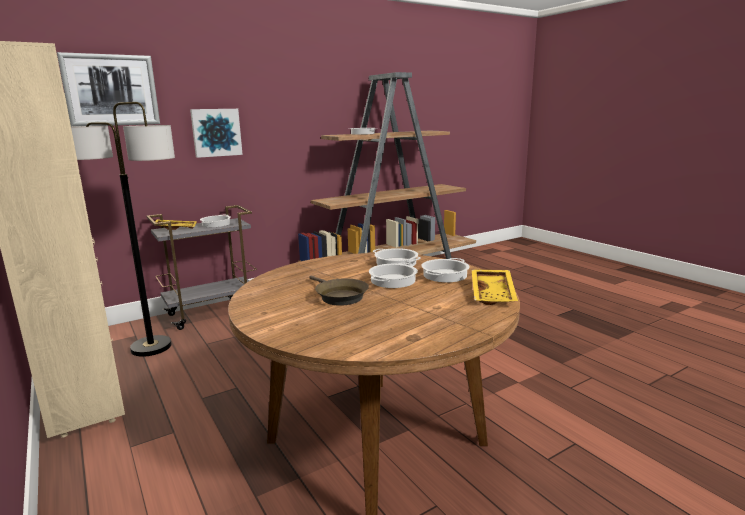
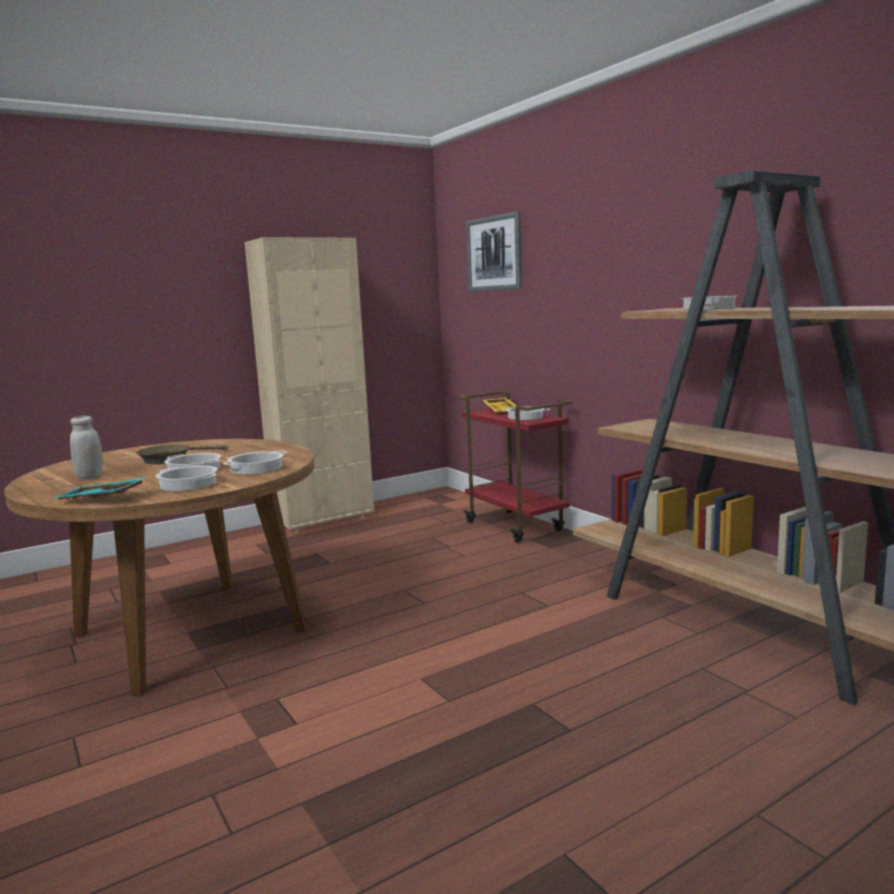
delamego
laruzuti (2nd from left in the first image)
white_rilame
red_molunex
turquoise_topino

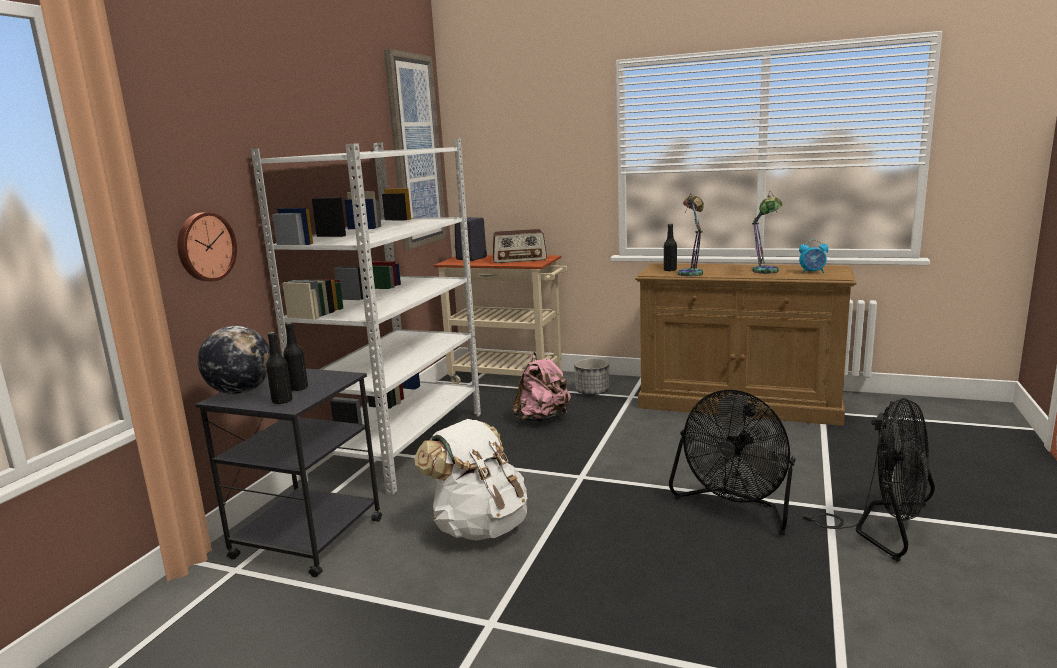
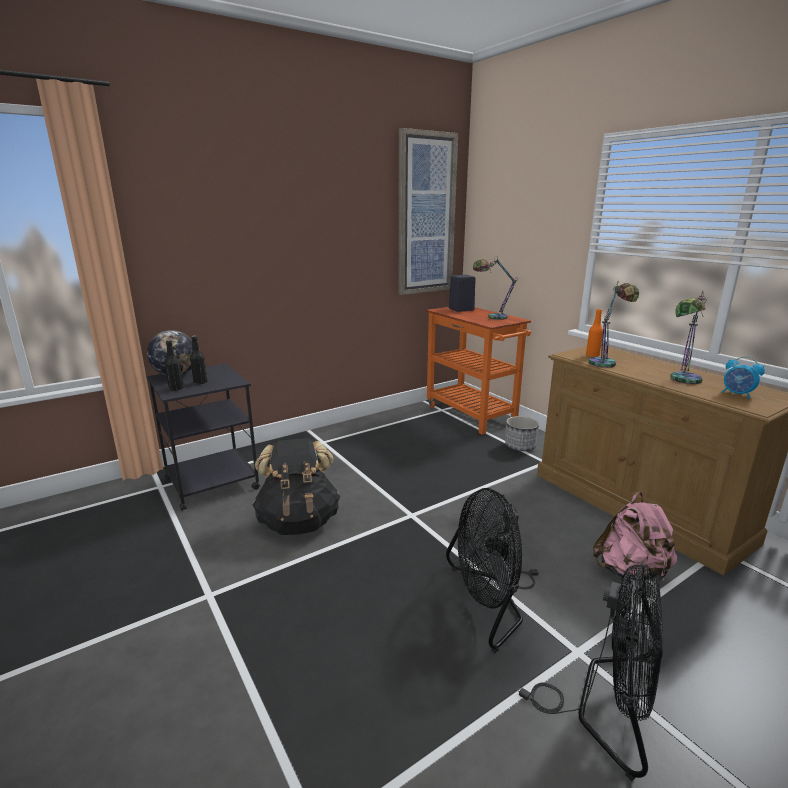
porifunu
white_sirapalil
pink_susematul
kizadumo (1st from left)
black_susematul
orange_molunex
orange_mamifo
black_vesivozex (2nd from left)

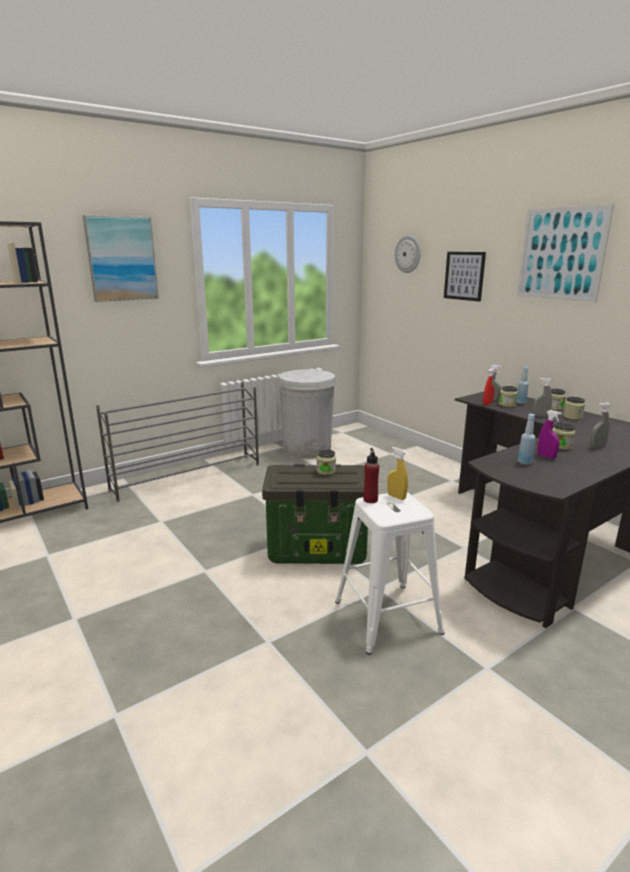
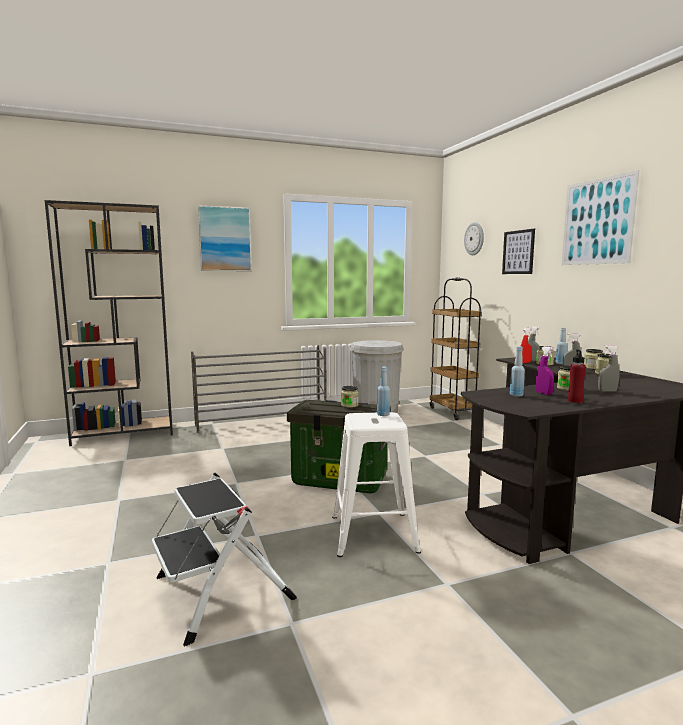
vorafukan
brown_molunex
red_mamifo
blue_mamifo (1st from left)

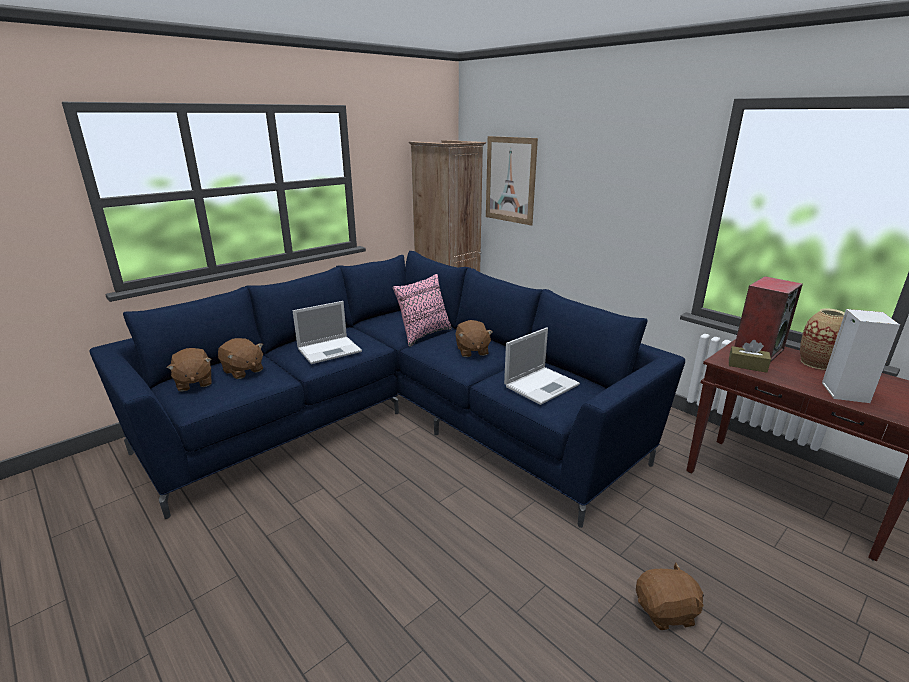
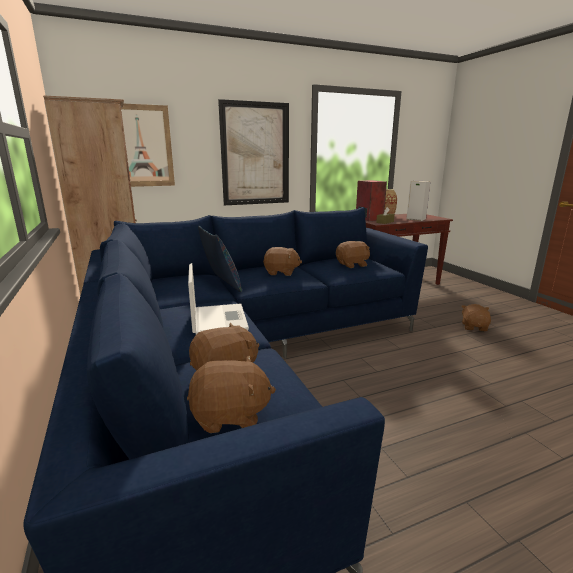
laruzuti (2nd from left)
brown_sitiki (4th from left)
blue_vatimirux

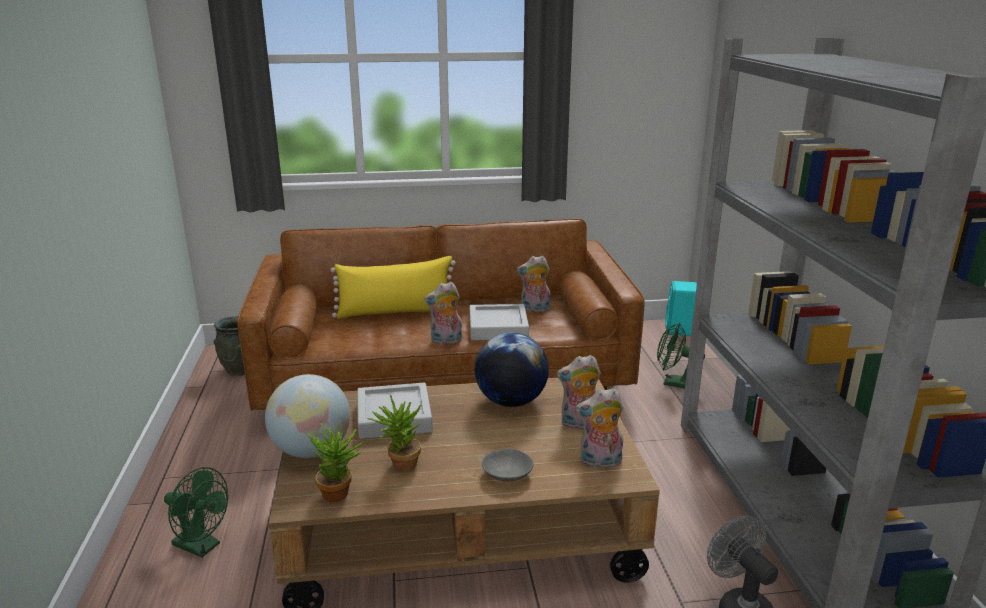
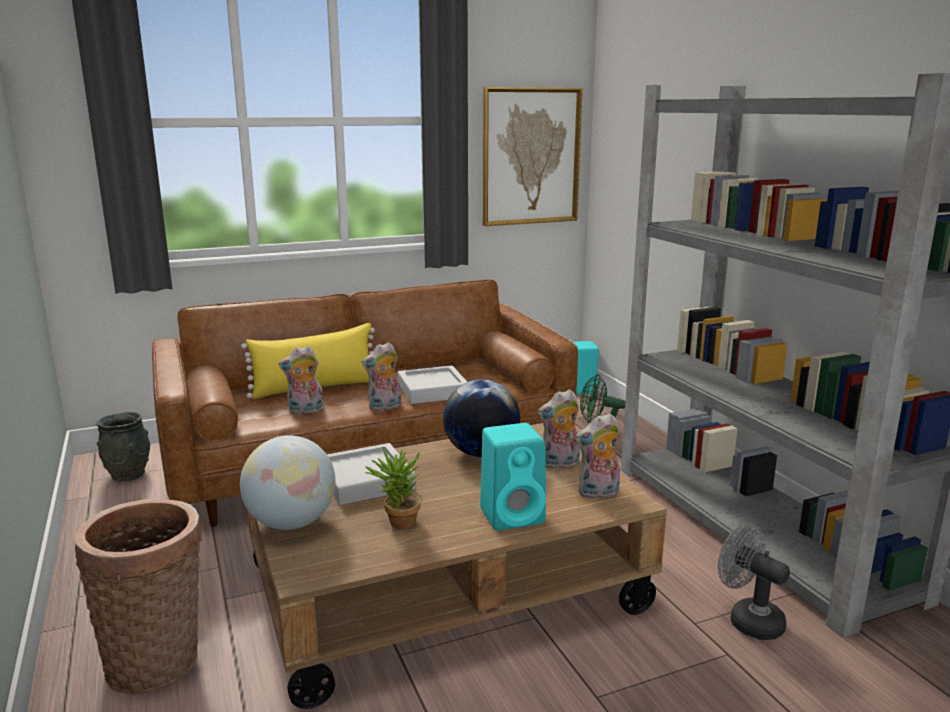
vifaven (1st from left in the first image)
laruzuti
sitiki (1st from left)
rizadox
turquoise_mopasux (1st from left)

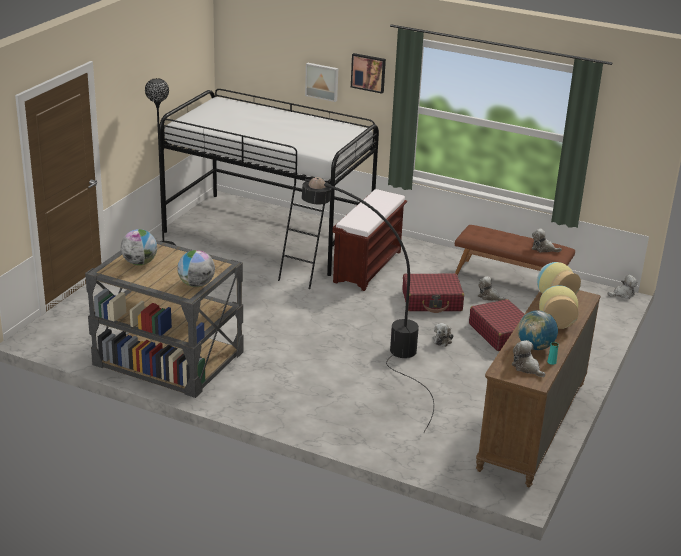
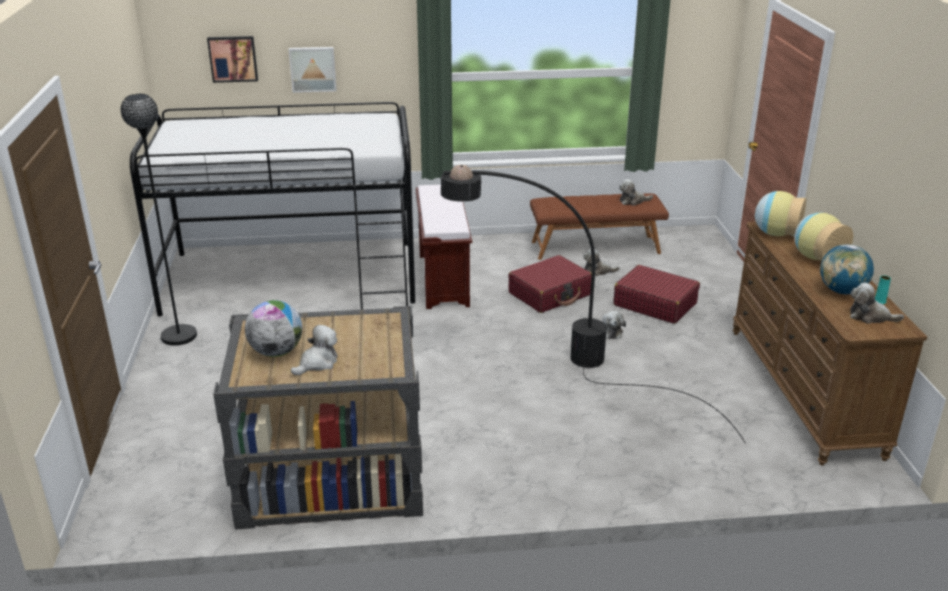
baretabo (2nd from left in the first image)
laruzuti (1st from left)
sitiki (1st from left)

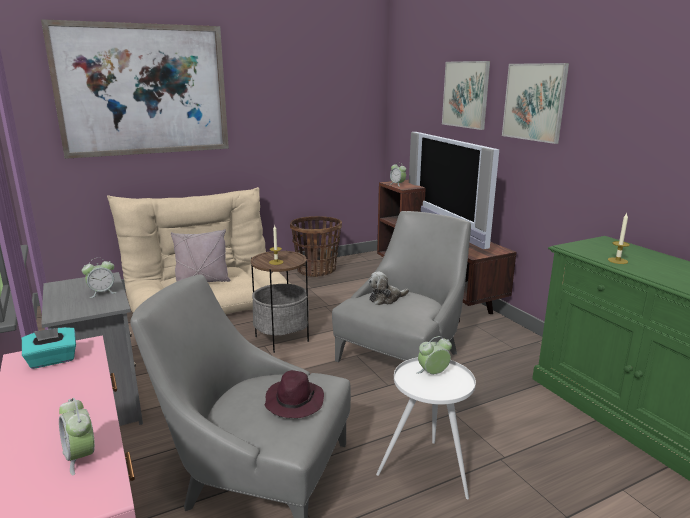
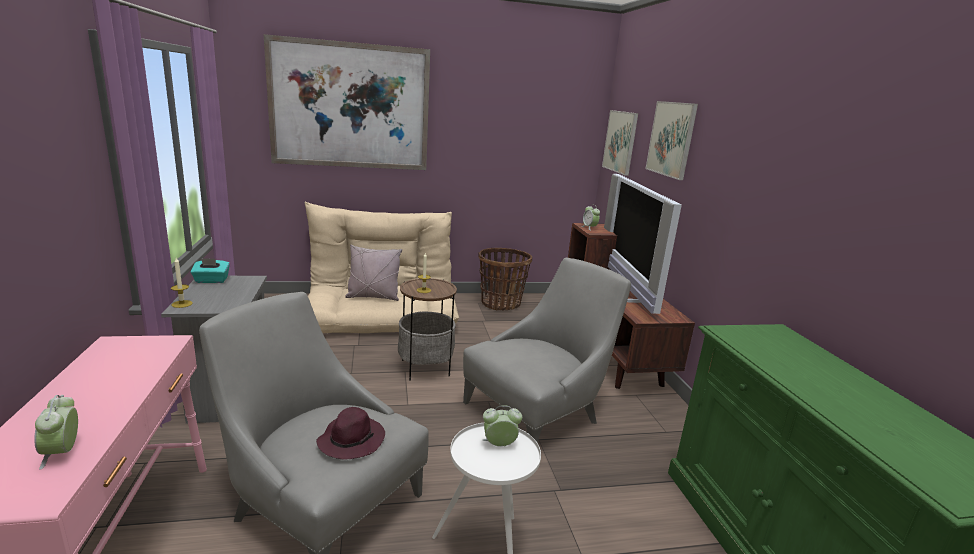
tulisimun (2nd from left in the first image)
sitiki
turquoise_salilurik
laruzuti (2nd from left)
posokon (1st from left)

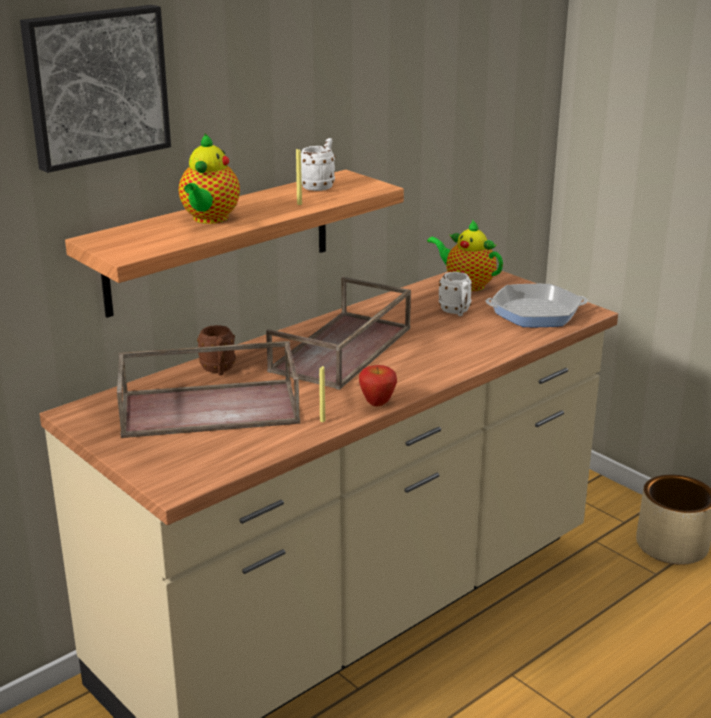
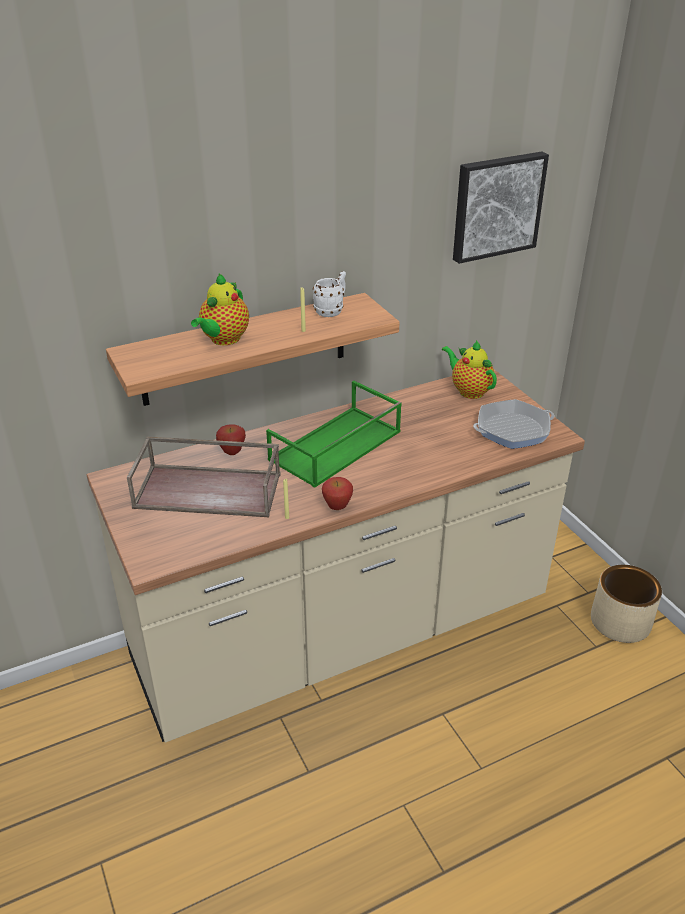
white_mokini (2nd from left in the first image)
laruzuti
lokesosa (1st from left)
green_topino
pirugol

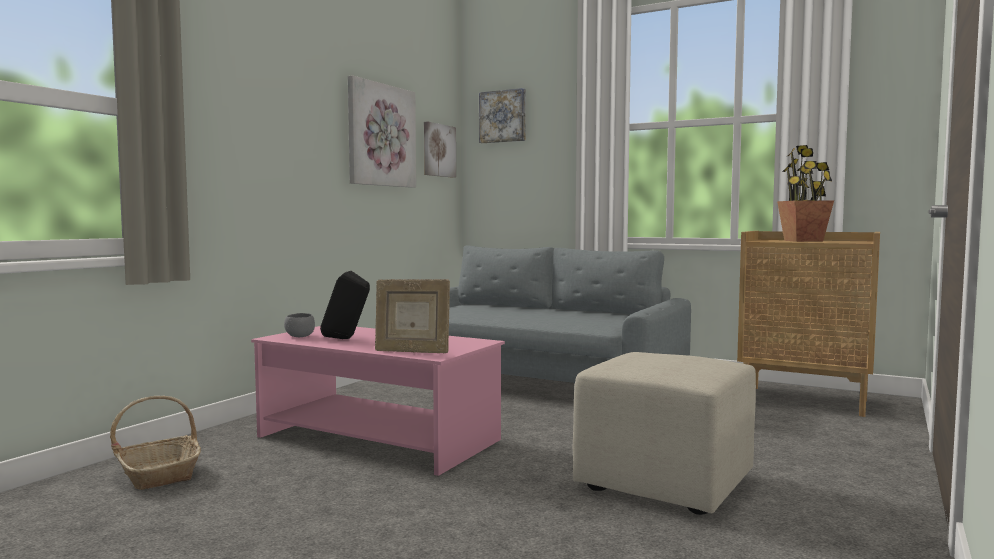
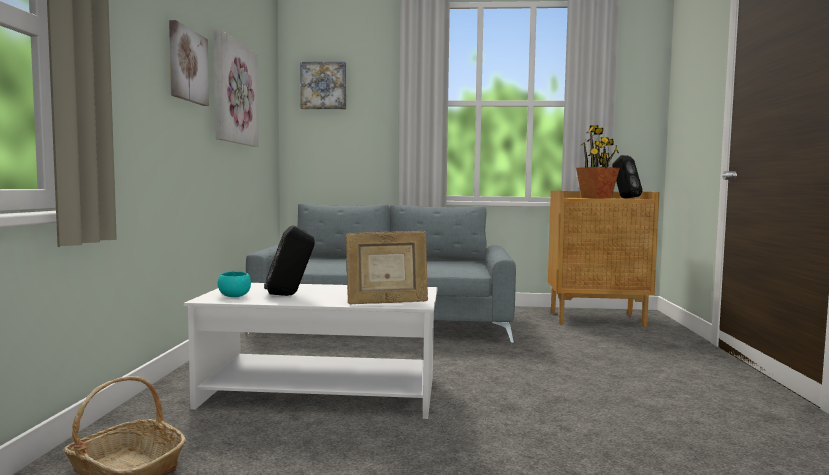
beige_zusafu
black_mopasux (2nd from left)
laruzuti (1st from left)
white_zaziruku
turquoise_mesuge

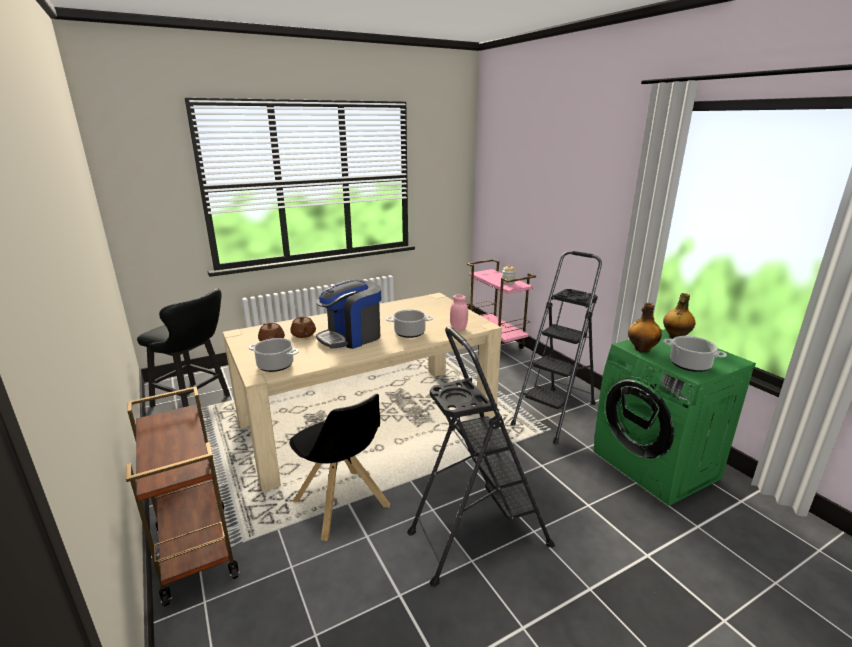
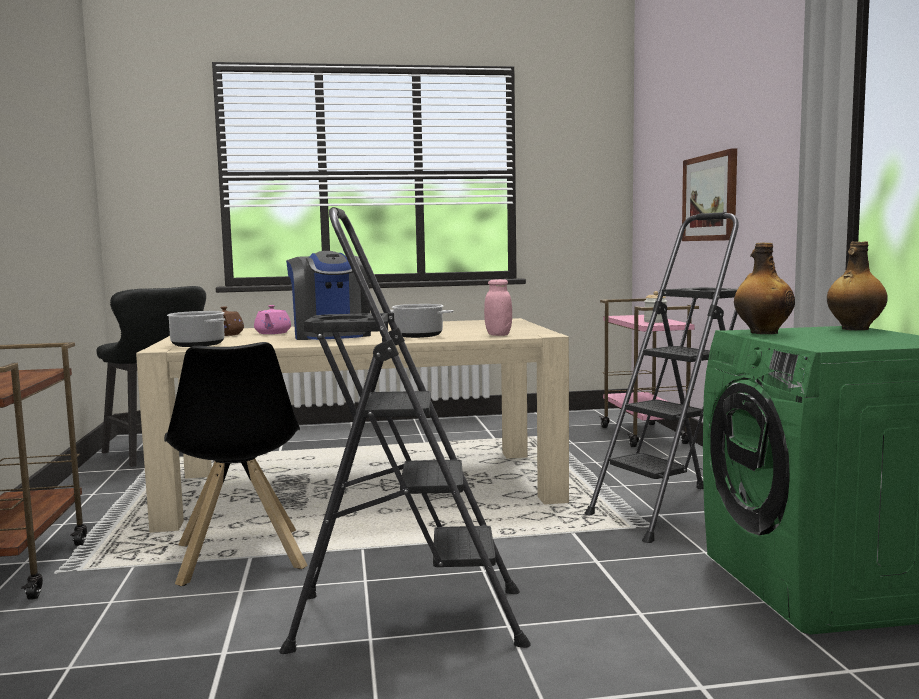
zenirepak (3rd from left in the first image)
laruzuti
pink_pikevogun
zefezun

